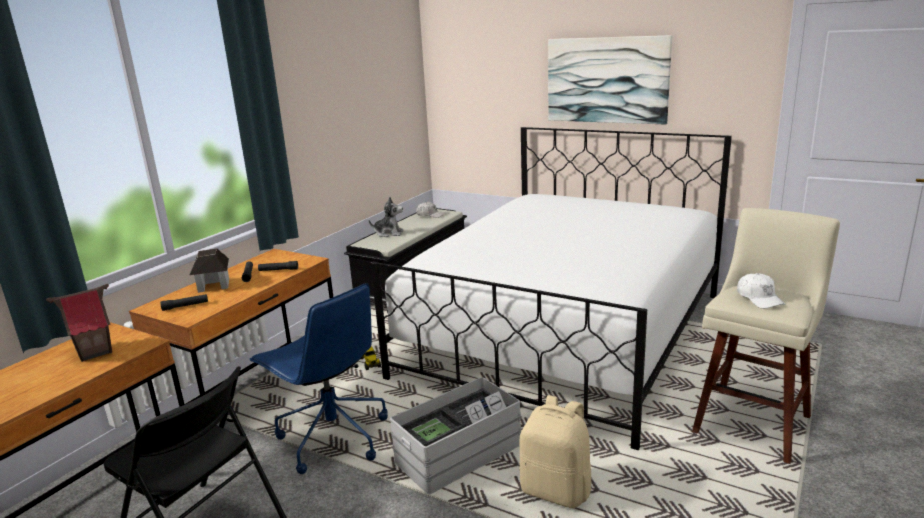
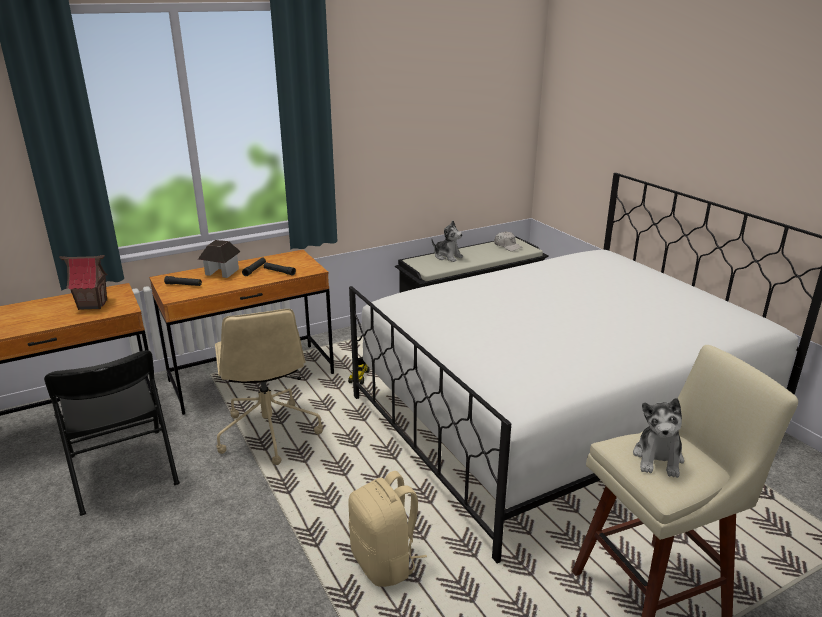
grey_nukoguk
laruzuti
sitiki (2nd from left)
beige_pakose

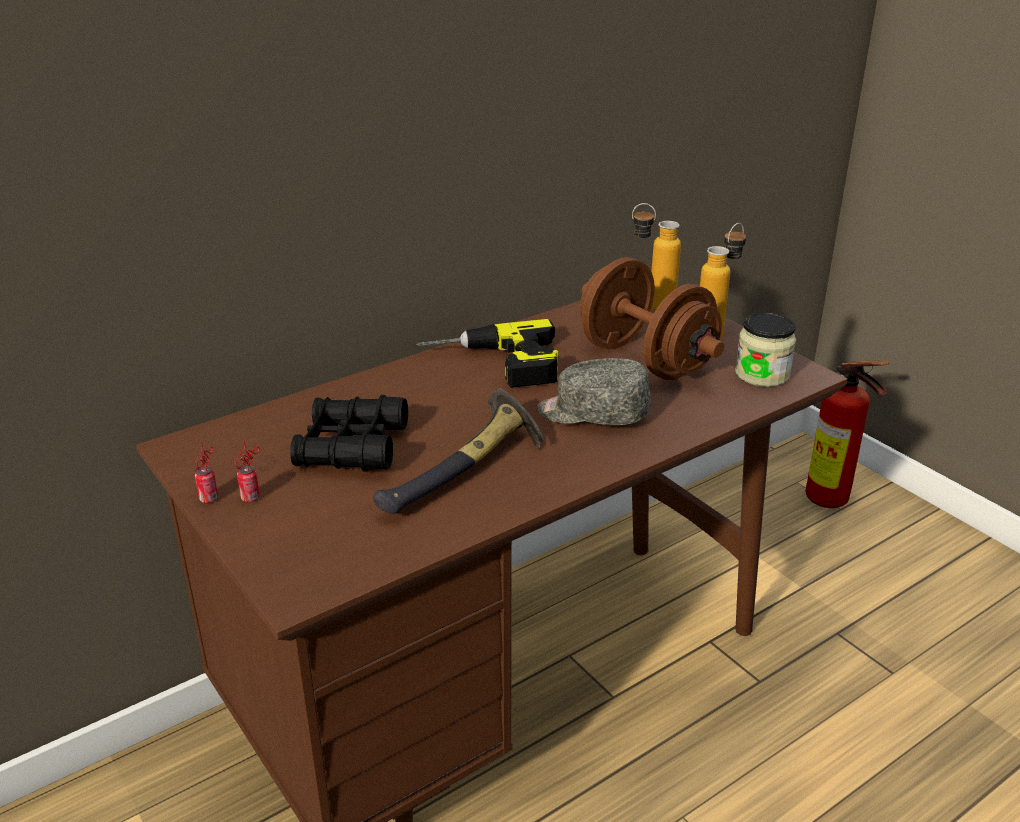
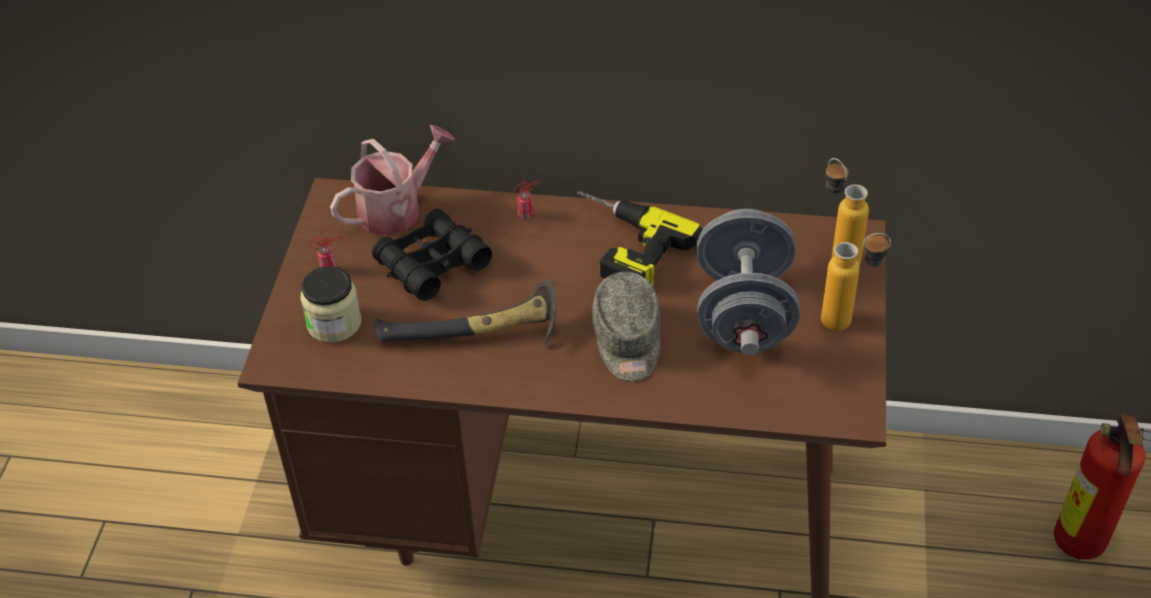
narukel
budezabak (2nd from left)
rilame
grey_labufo
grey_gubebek

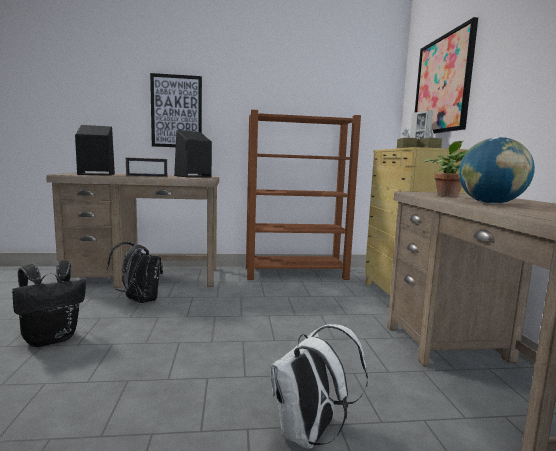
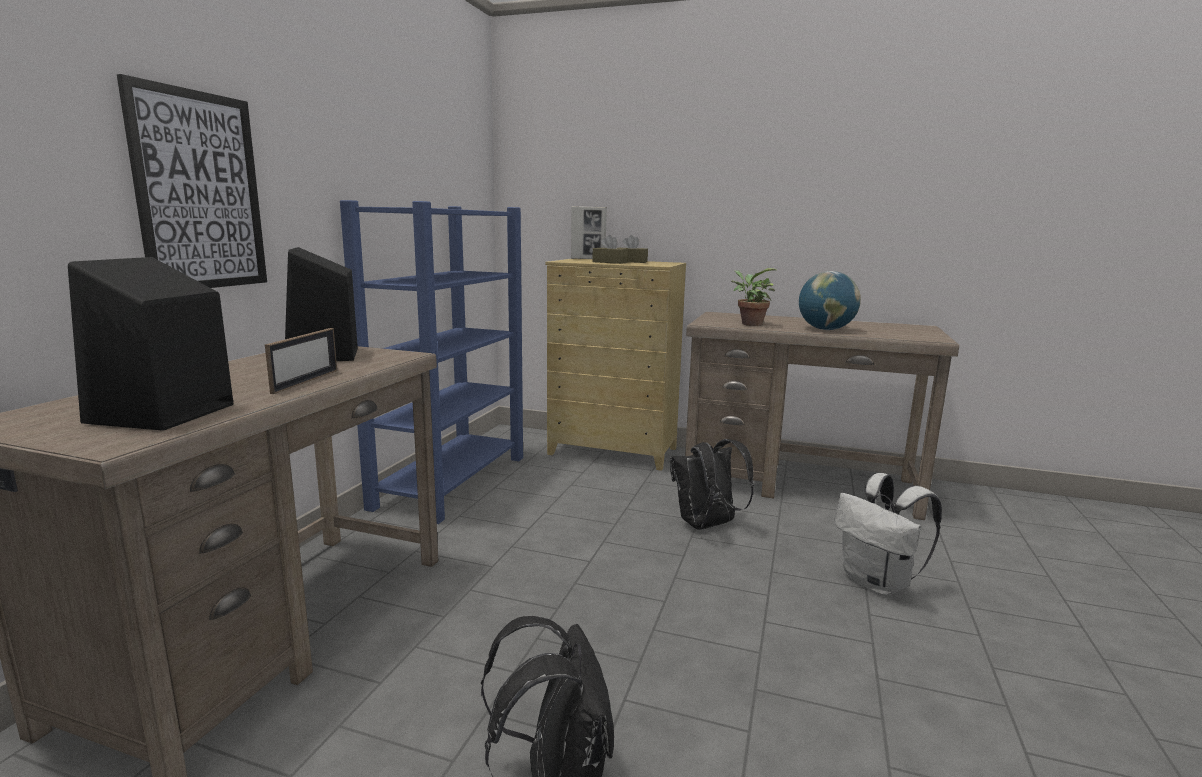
laruzuti (2nd from left in the first image)
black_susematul (2nd from left)
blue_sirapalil

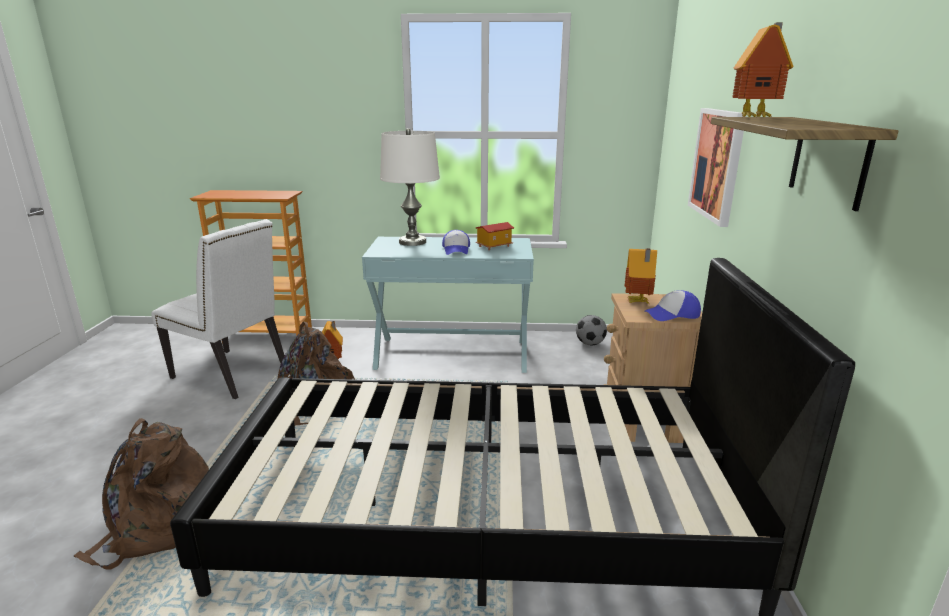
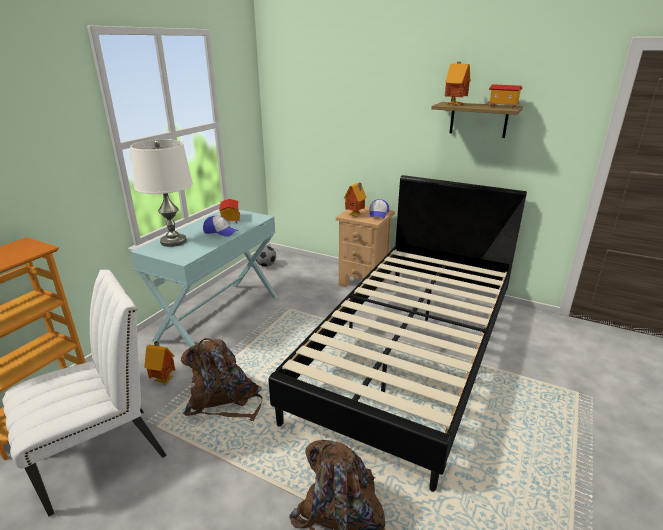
laruzuti
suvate (5th from left)

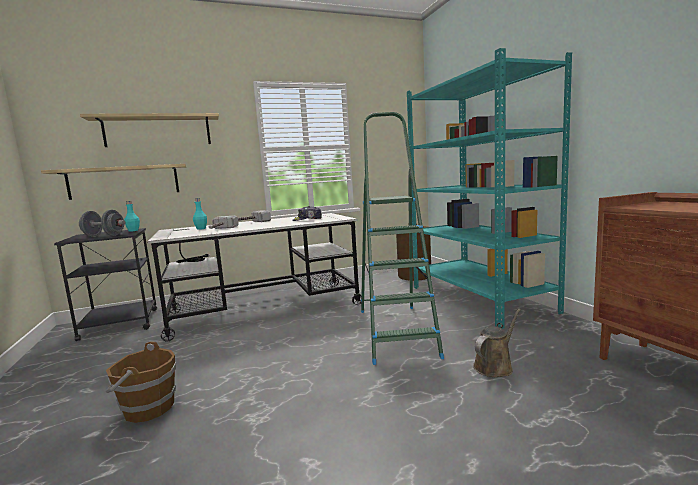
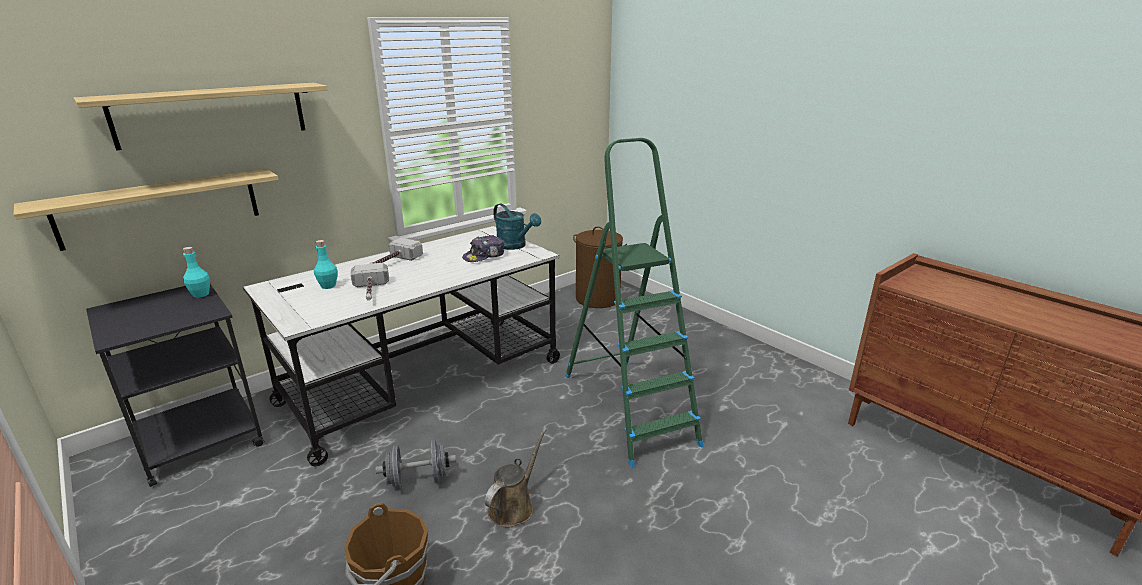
turquoise_sirapalil
turquoise_narukel
grey_labufo
brown_narukel

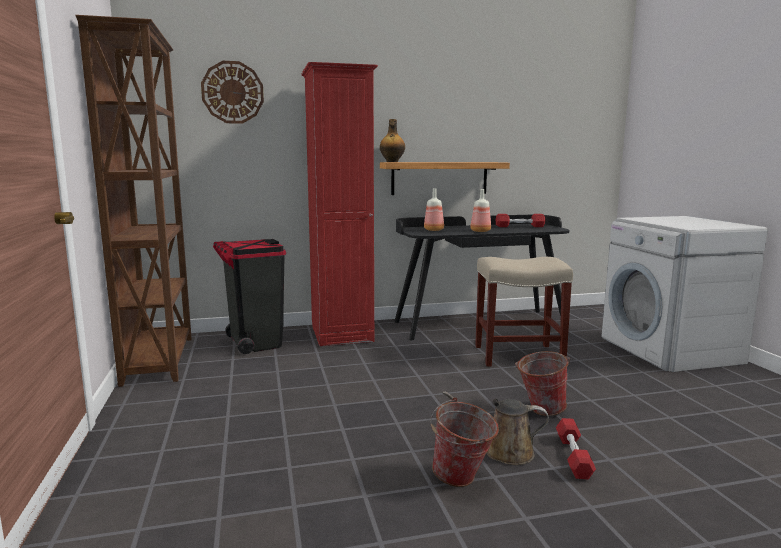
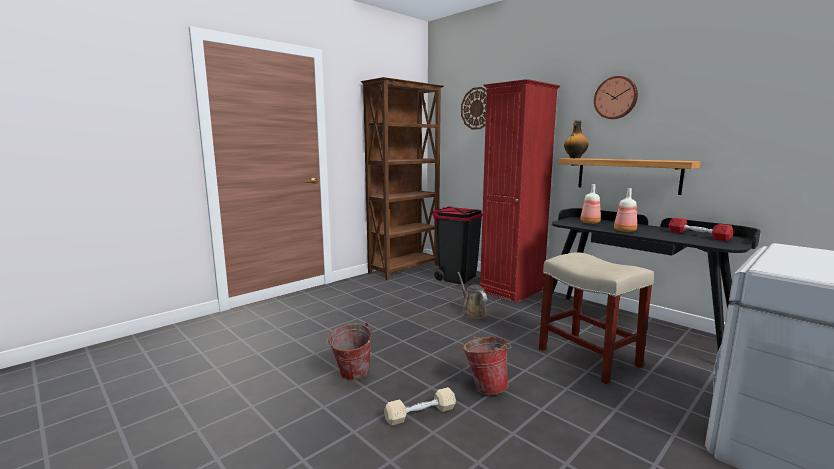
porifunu (2nd from left)
brown_narukel
beige_labufo

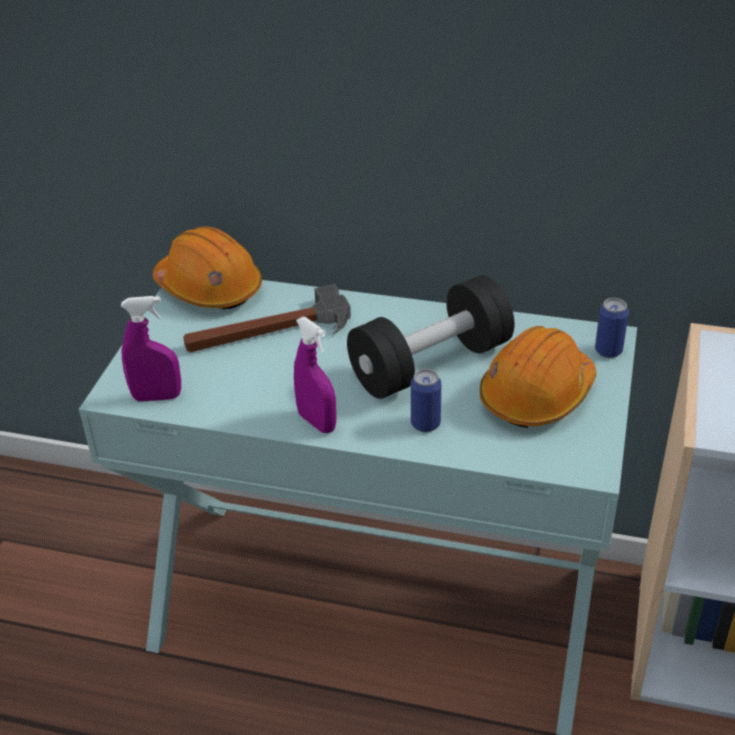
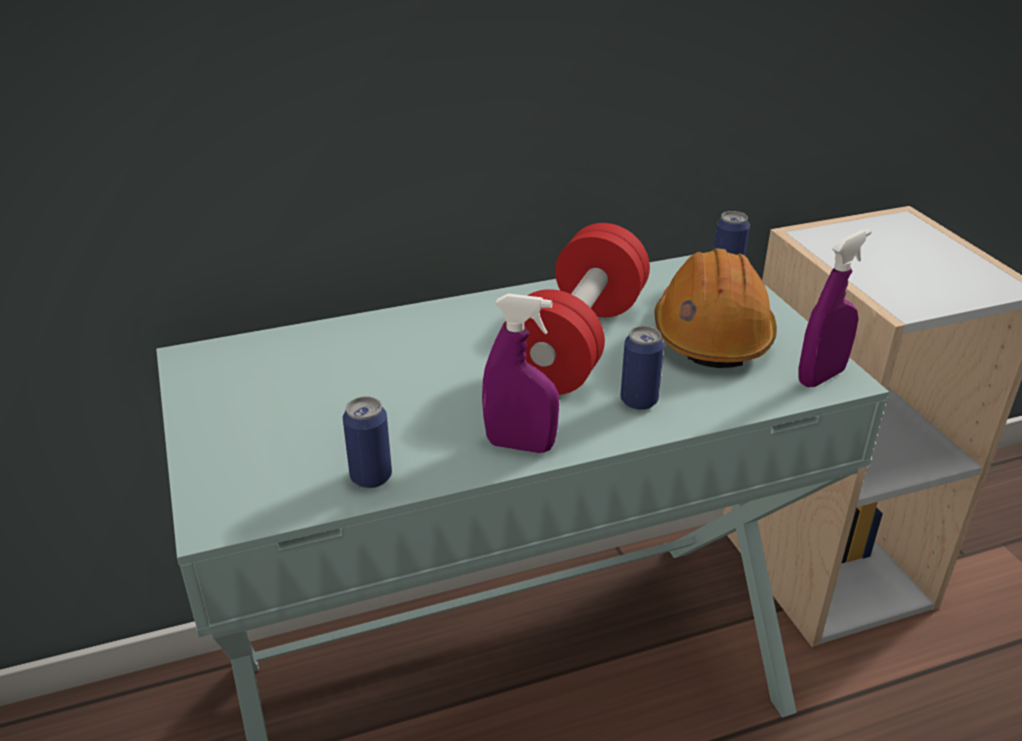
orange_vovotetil (1st from left in the first image)
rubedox
budezabak (1st from left)
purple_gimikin (2nd from left)
red_labufo

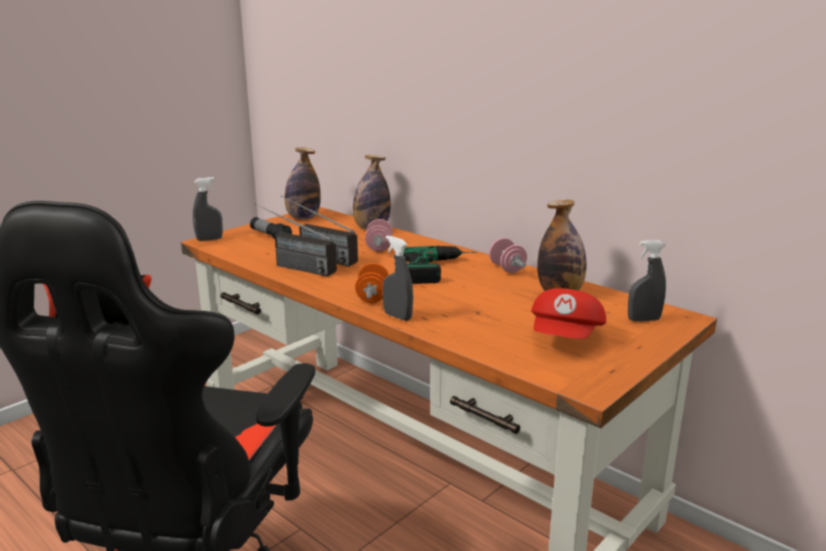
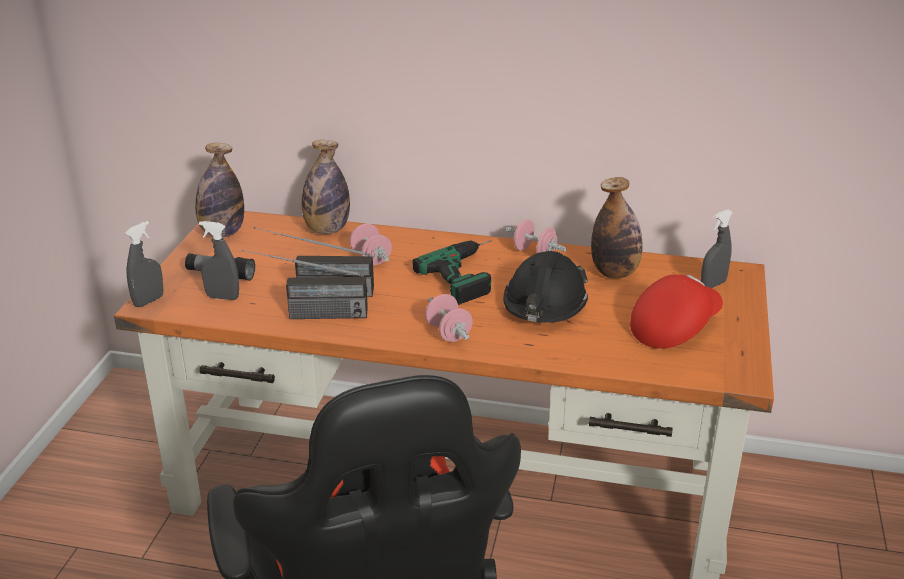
black_vovotetil
grey_gimikin (2nd from left)
pink_labufo (2nd from left)
red_gubebek

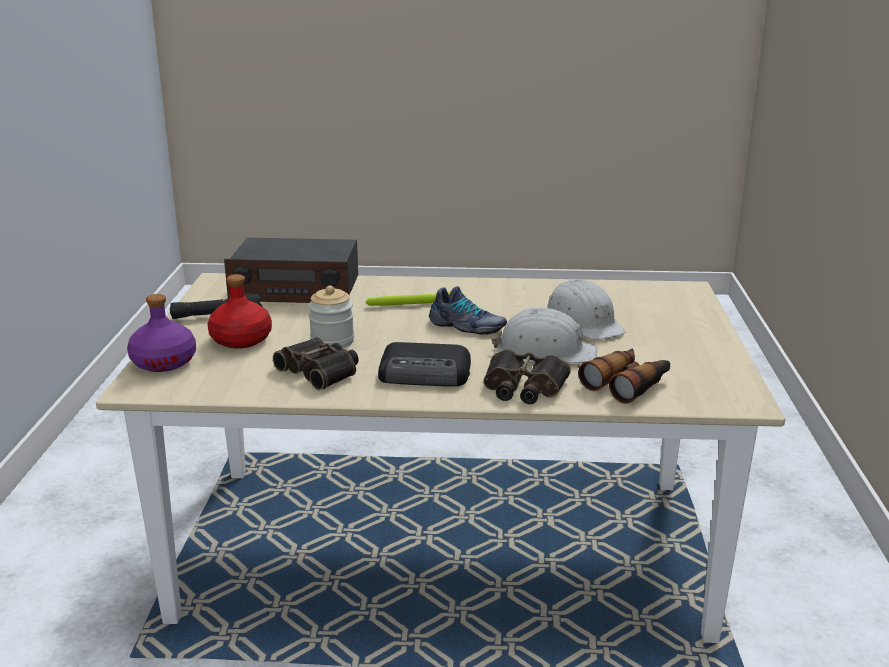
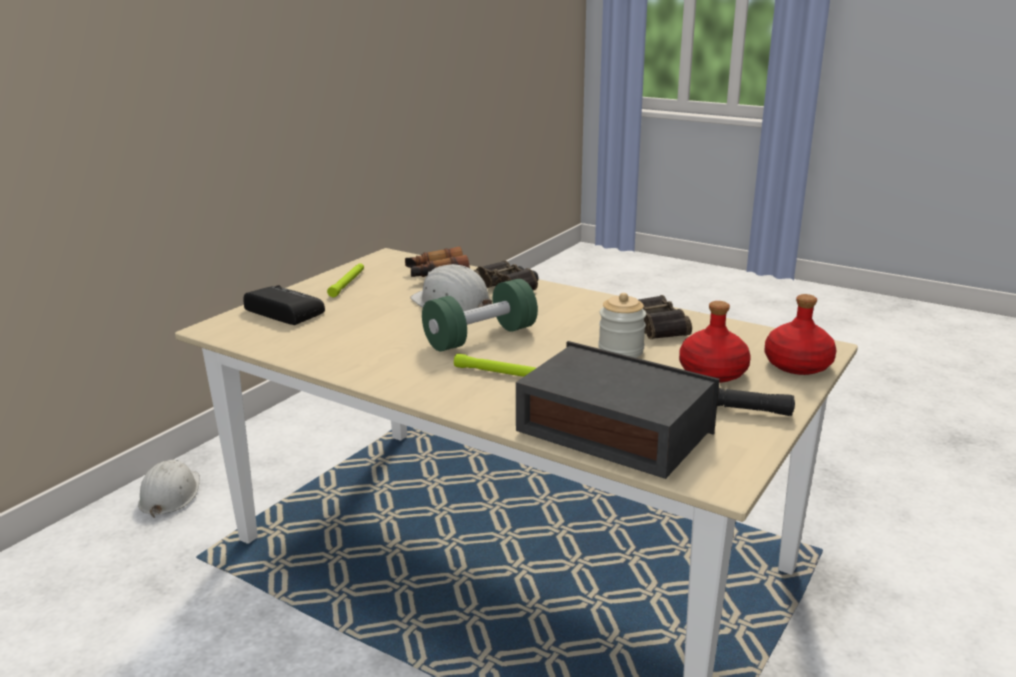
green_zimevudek (1st from left)
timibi (1st from left)
white_vovotetil (1st from left)
green_labufo
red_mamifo (2nd from left)

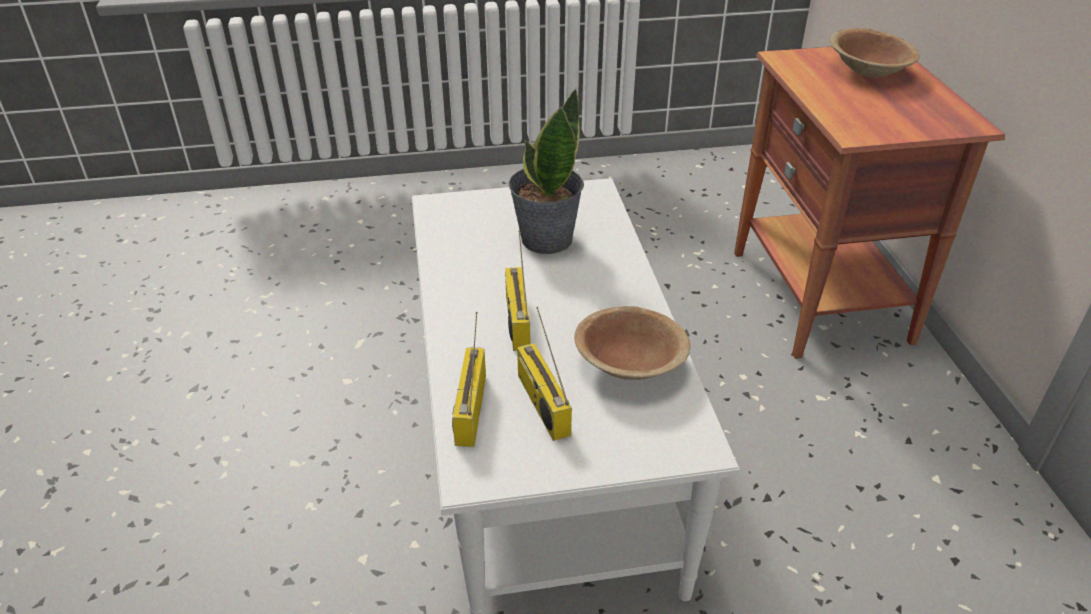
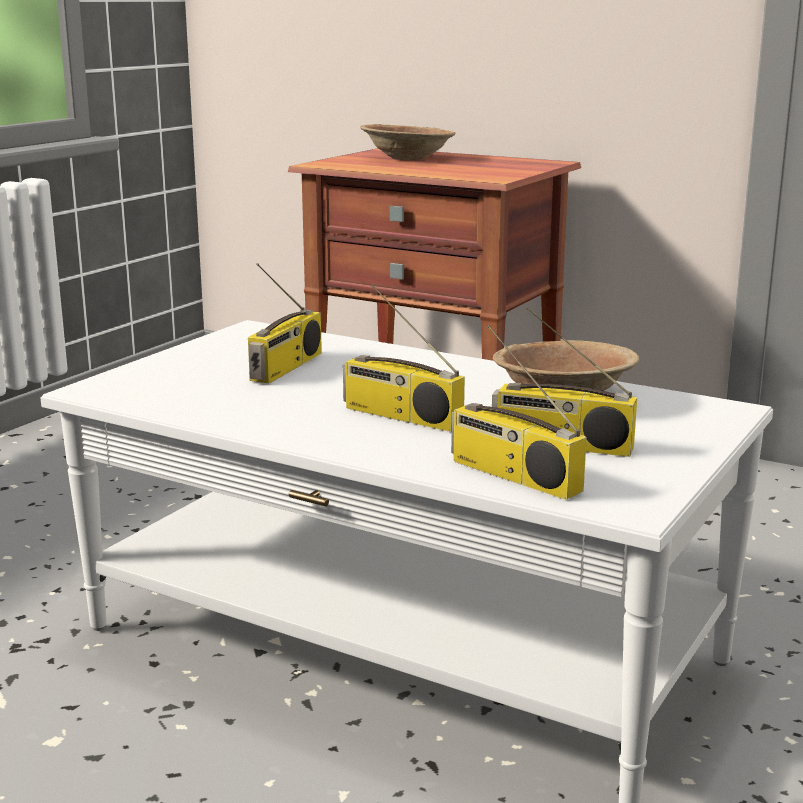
timibi (1st from left)

